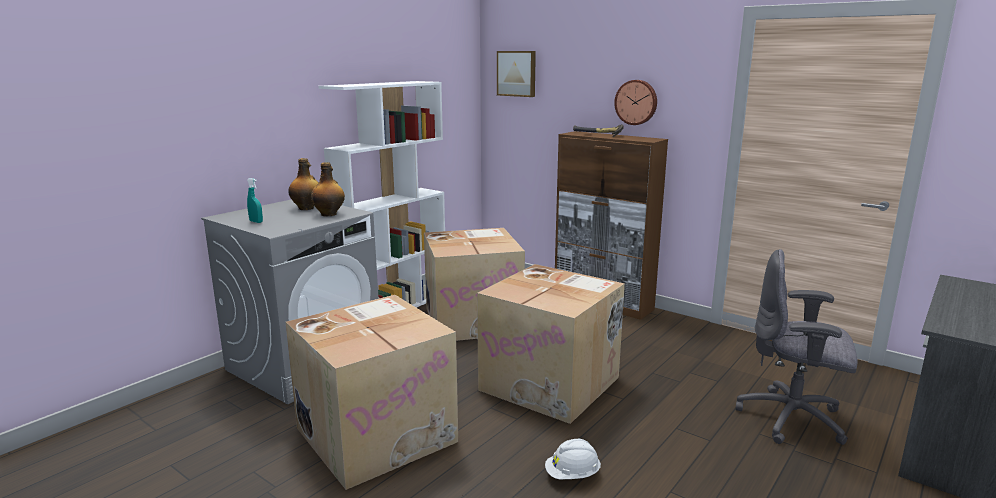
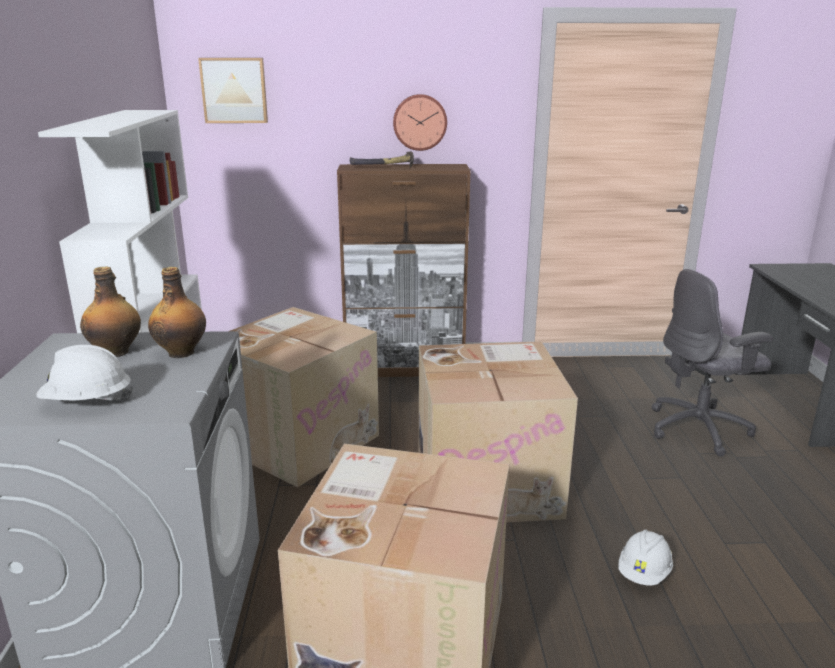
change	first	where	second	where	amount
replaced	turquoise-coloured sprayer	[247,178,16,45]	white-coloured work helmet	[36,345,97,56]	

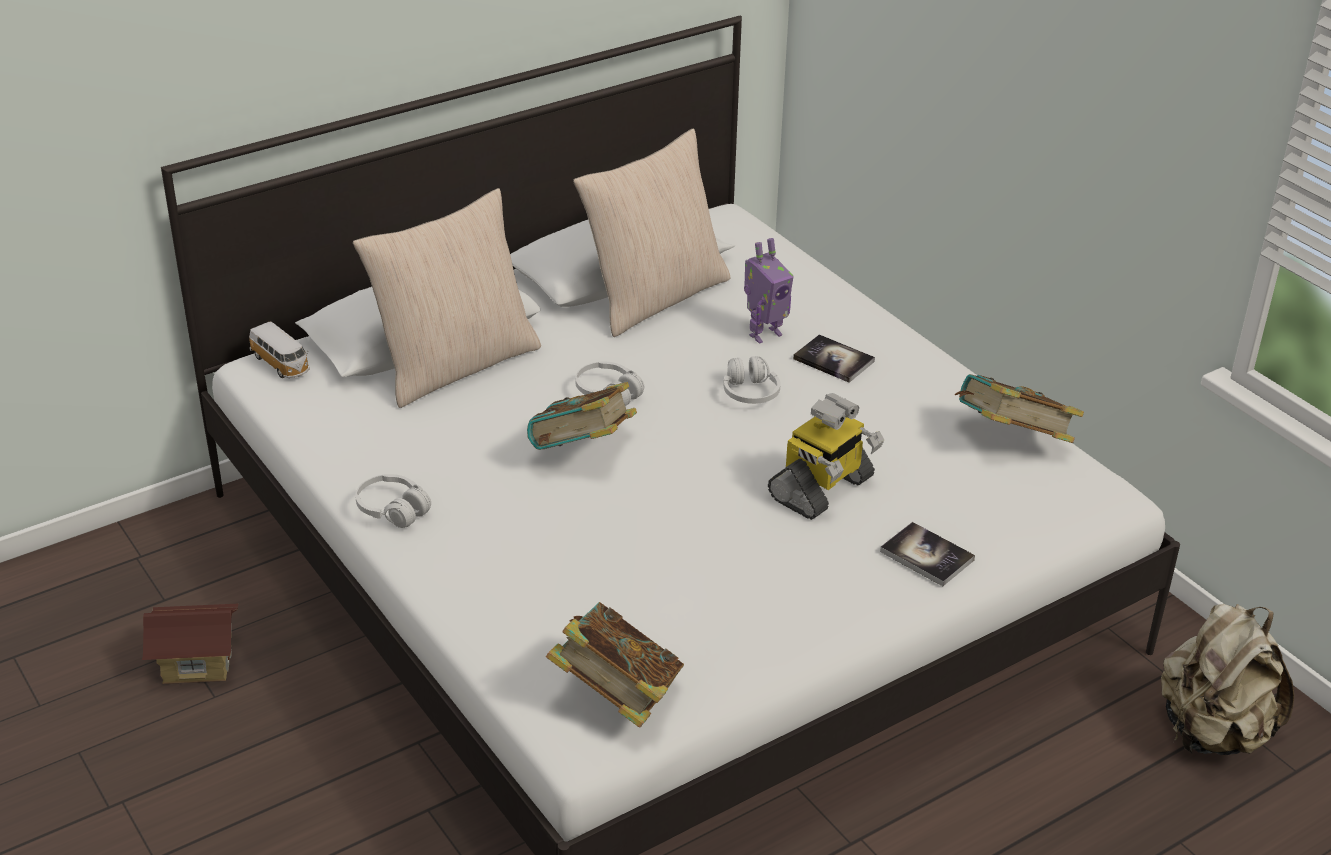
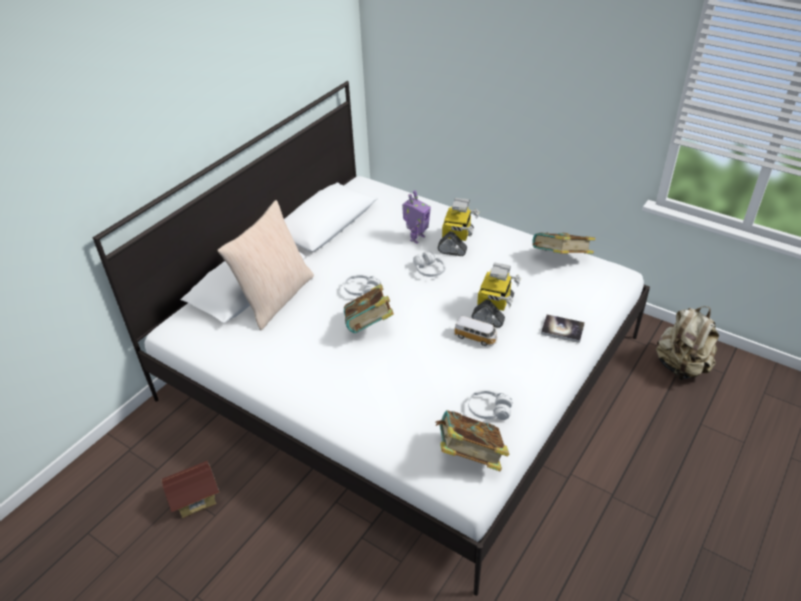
change	first	where	second	where	amount
removed	sand-coloured pillow	[573,129,158,208]			
moved	miniature car	[249,322,61,56]		[454,316,44,30]	
moved	white-coloured headset	[355,474,76,54]		[468,389,45,31]	
replaced	volume	[793,334,82,49]	robot figure	[437,198,42,58]	

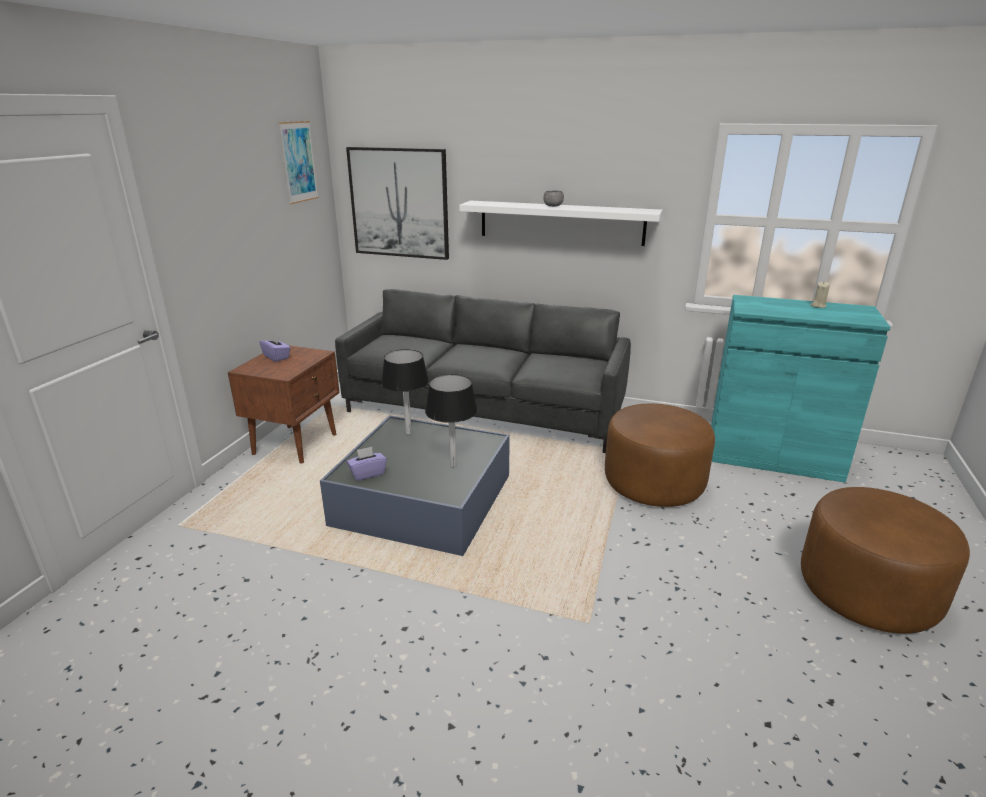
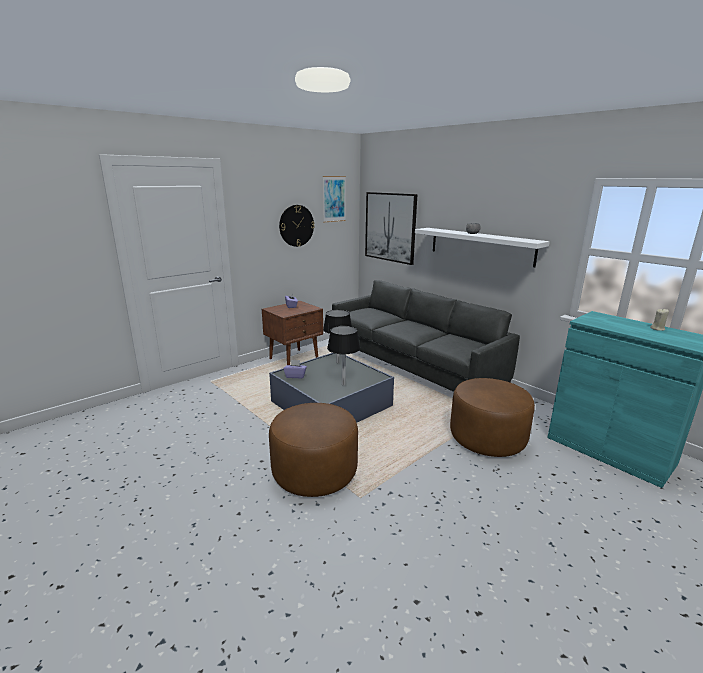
change	first	where	second	where	amount
added			hanging clock	[279,205,36,42]	
moved	brownish pouffe	[801,487,169,147]		[269,403,89,94]	

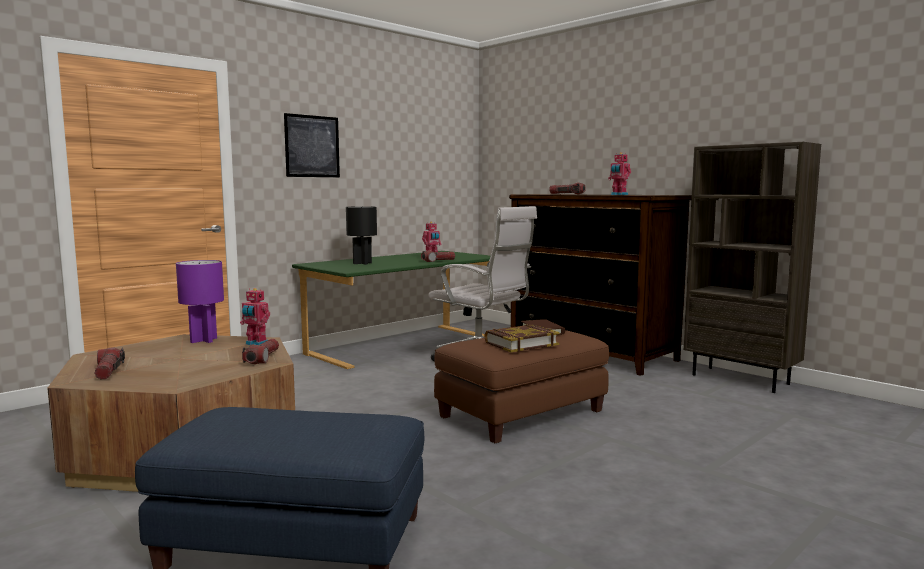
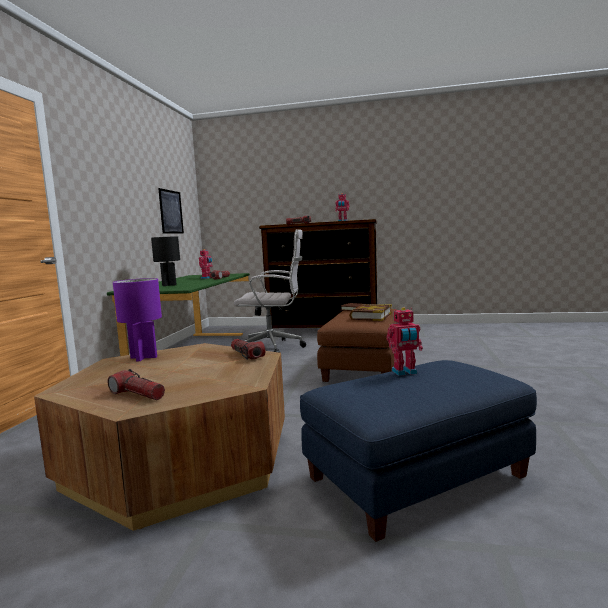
change	first	where	second	where	amount
removed	brownish bookcase	[684,142,137,251]			
moved	robot figure	[240,288,30,57]		[386,307,37,69]	
moved	wall art	[284,113,56,64]		[158,188,26,46]	

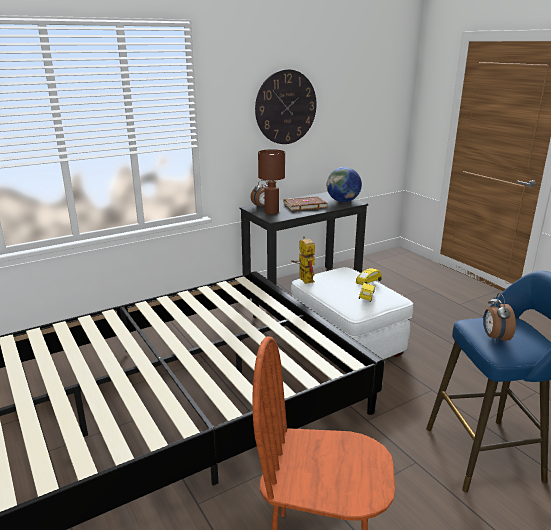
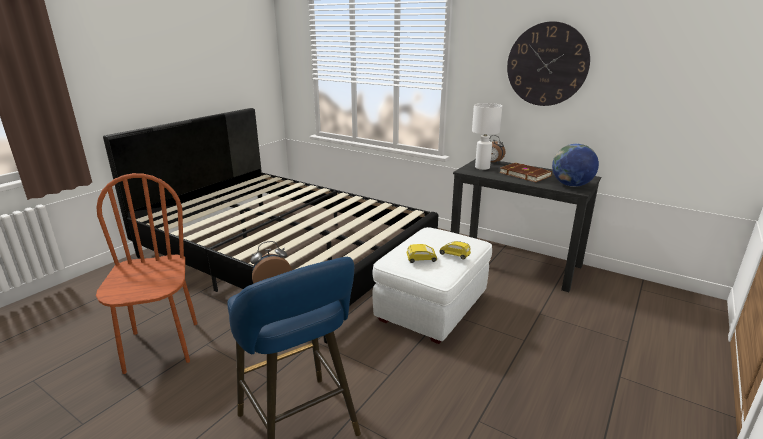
change	first	where	second	where	amount
removed	robot figure	[291,236,24,48]			
recoloured	brownish lamp for a table	[258,149,27,65]	white-coloured lamp for a table	[472,103,30,67]	

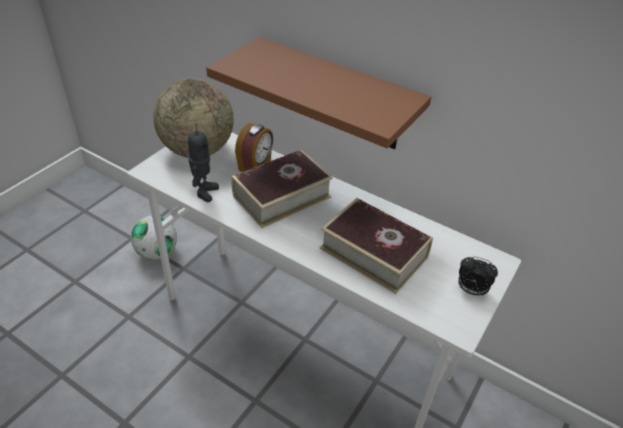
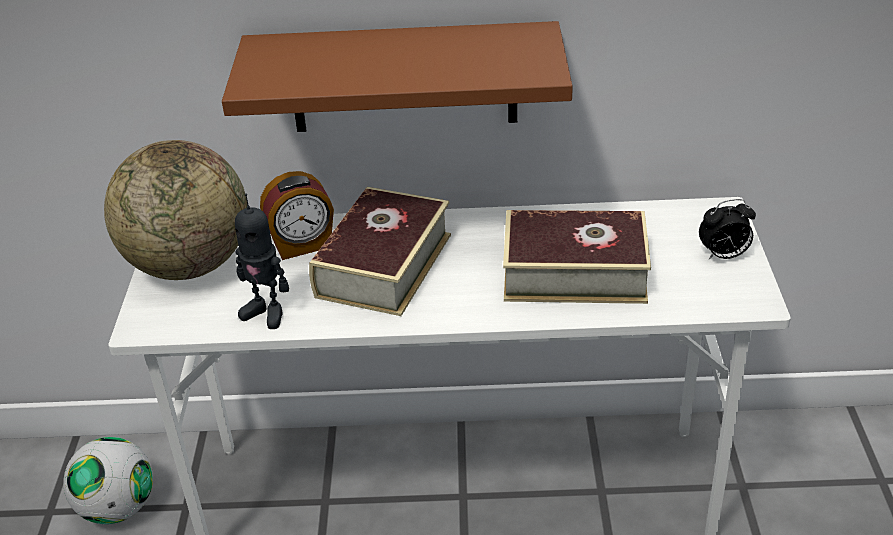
change	first	where	second	where	amount
turned	robot figure	[188,124,31,78]		[235,194,54,135]	135 degrees clockwise
turned	table clock	[235,123,38,49]		[260,171,74,89]	75 degrees clockwise

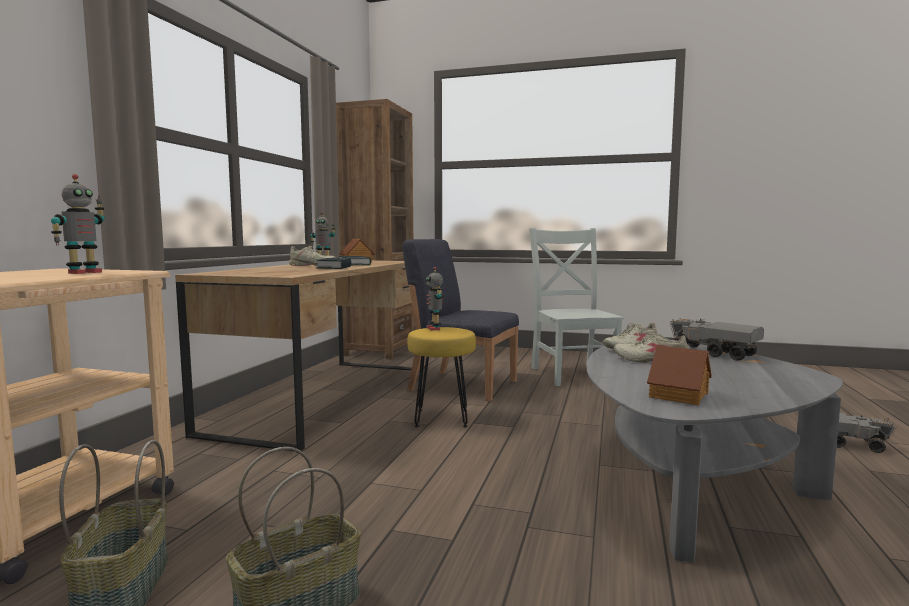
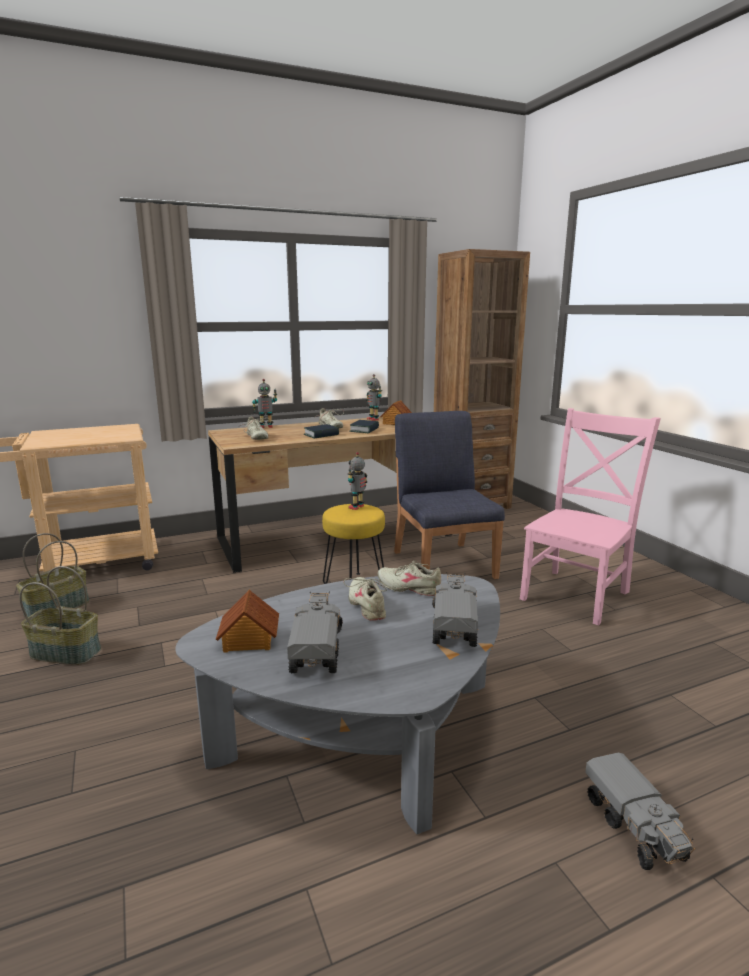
change	first	where	second	where	amount
added			sand-coloured low shoe	[240,417,31,23]	
added			toy truck	[287,591,56,82]	
moved	robot figure	[51,174,54,100]		[252,379,25,49]	
recoloured	grey chair	[529,228,95,158]	pinkish chair	[520,408,141,217]	

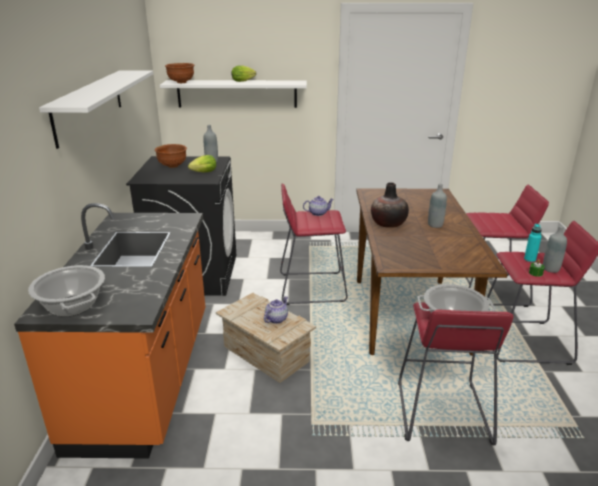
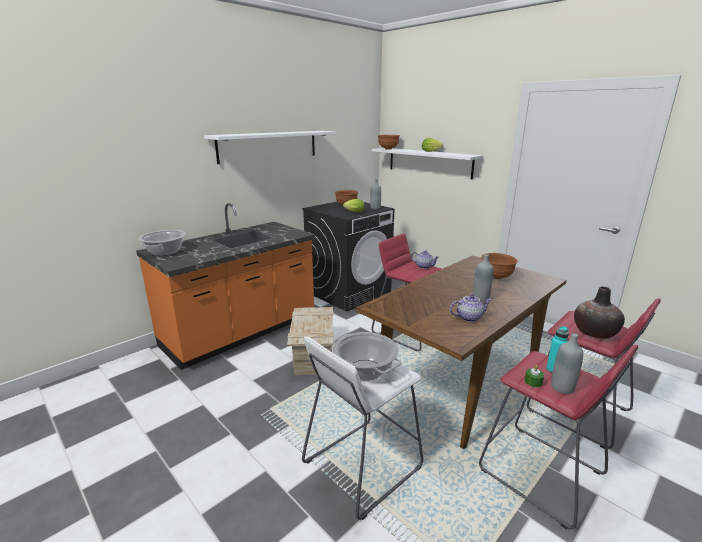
change	first	where	second	where	amount
added			brownish deep dish	[481,253,37,26]	
moved	tea pot	[264,296,24,28]		[450,295,41,27]	
moved	flower vase	[371,182,38,46]		[574,287,51,52]	
recoloured	red-coloured sitting stool	[398,302,115,143]	white-coloured sitting stool	[302,336,121,184]	

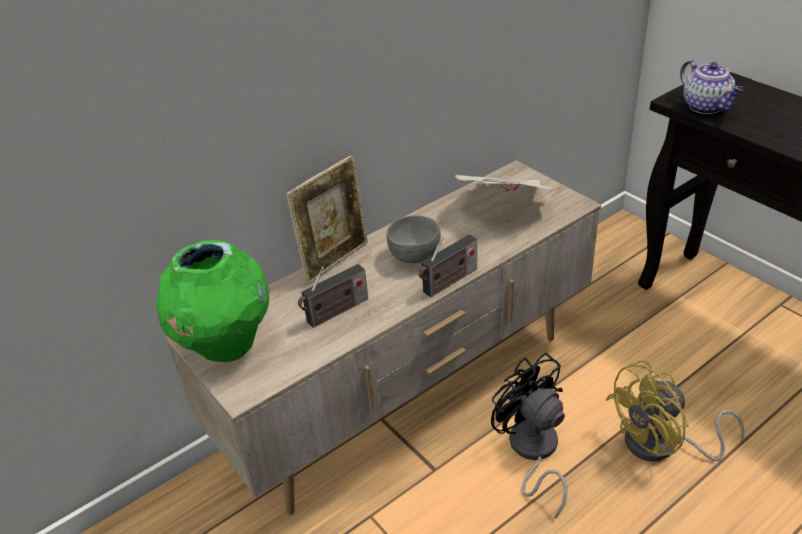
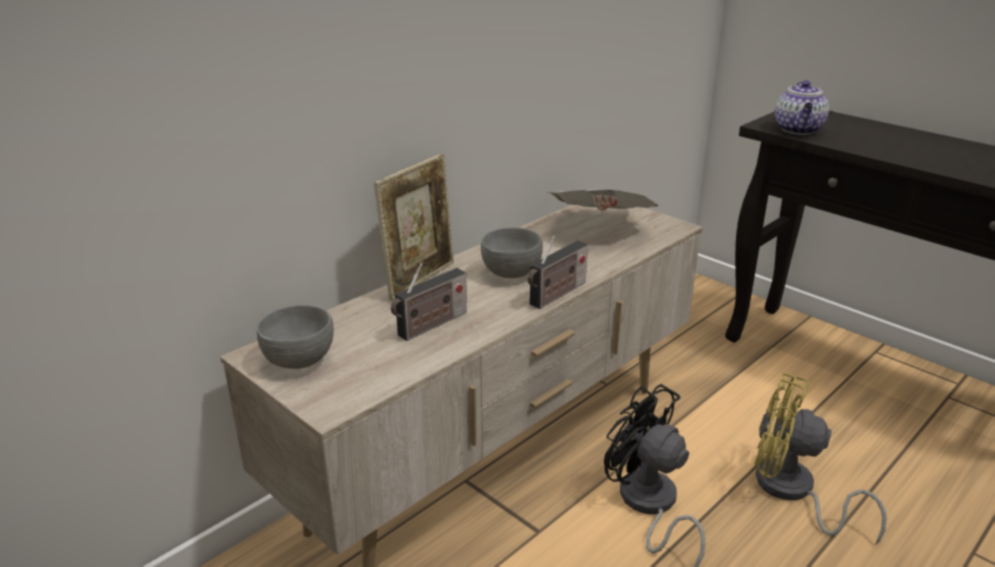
change	first	where	second	where	amount
replaced	green-coloured flower vase	[156,240,113,122]	grey deep dish	[257,305,77,64]	
turned	yellow-coloured cooling fan	[605,360,139,102]		[755,372,132,173]	60 degrees clockwise
turned	tea pot	[680,60,64,54]		[775,80,54,55]	45 degrees clockwise

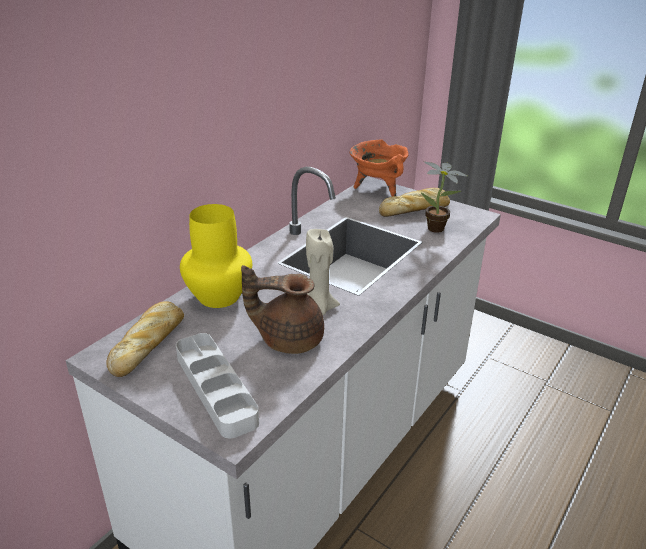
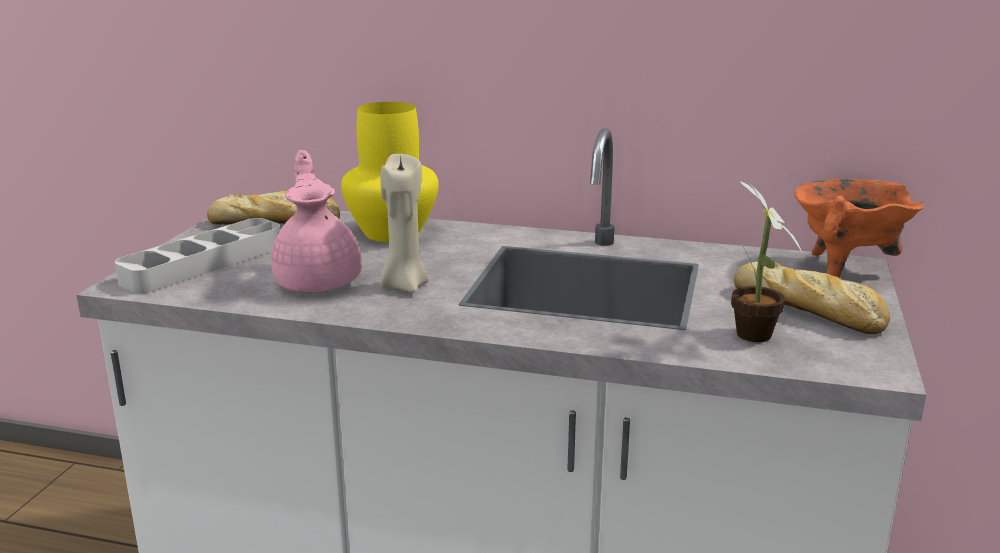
change	first	where	second	where	amount
recoloured	brownish tea pot	[241,265,83,89]	pinkish tea pot	[271,150,91,142]	

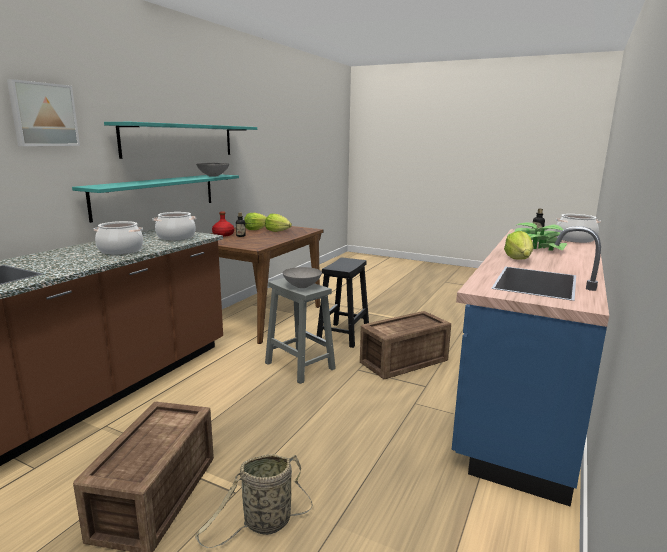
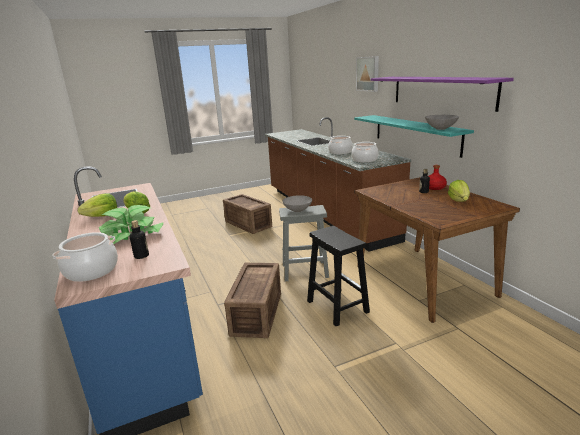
change	first	where	second	where	amount
removed	household basket	[195,454,118,94]			
moved	lettuce	[265,214,27,18]		[78,193,39,24]	
recoloured	turquoise-coloured shelf	[104,122,153,37]	purple shelf	[371,77,143,35]	

